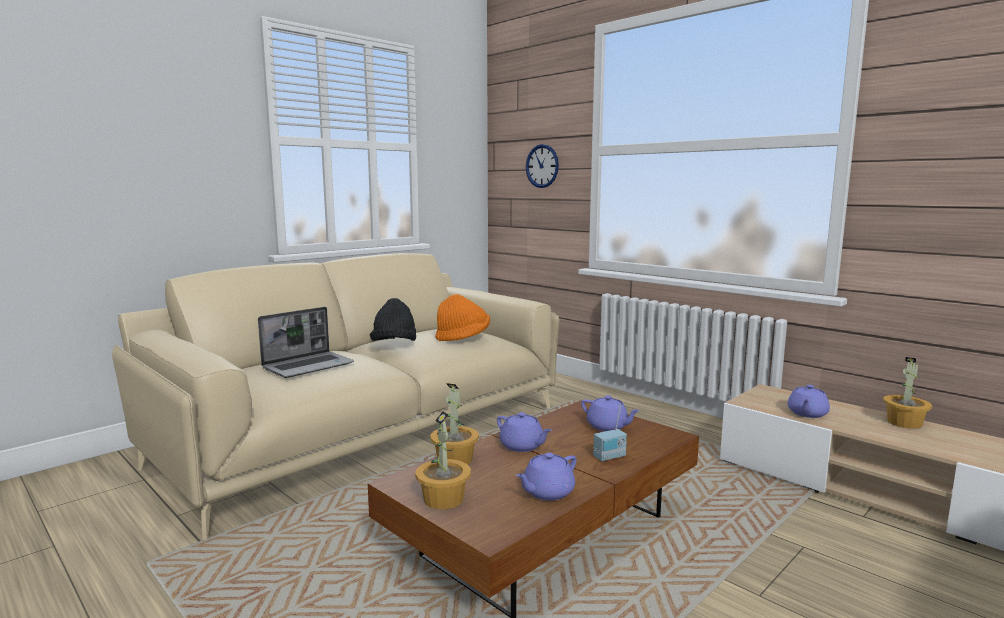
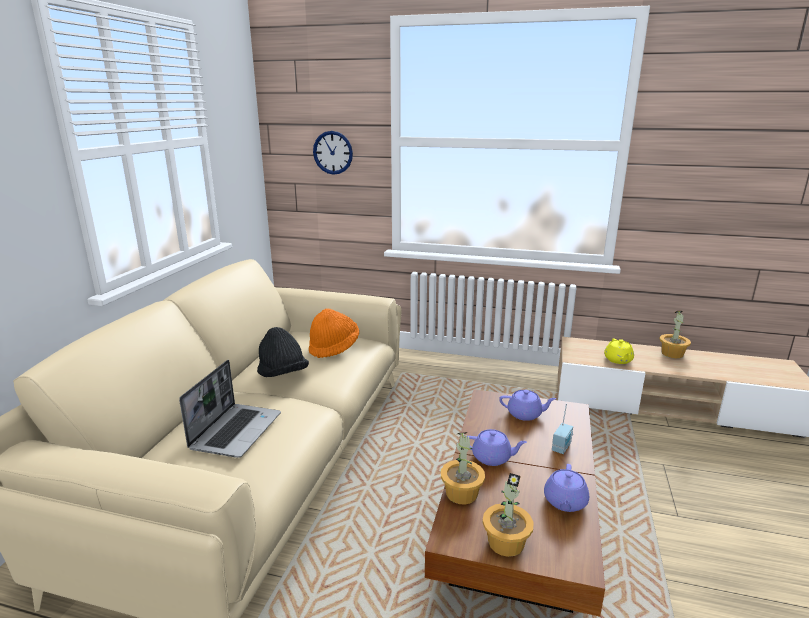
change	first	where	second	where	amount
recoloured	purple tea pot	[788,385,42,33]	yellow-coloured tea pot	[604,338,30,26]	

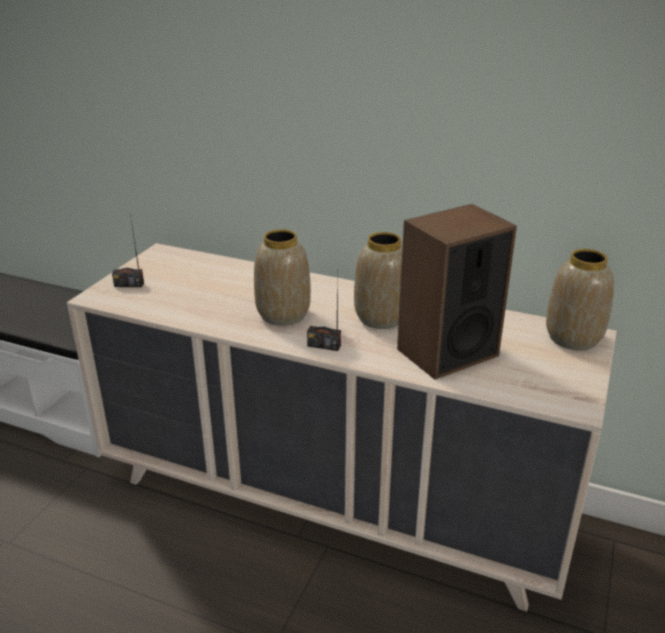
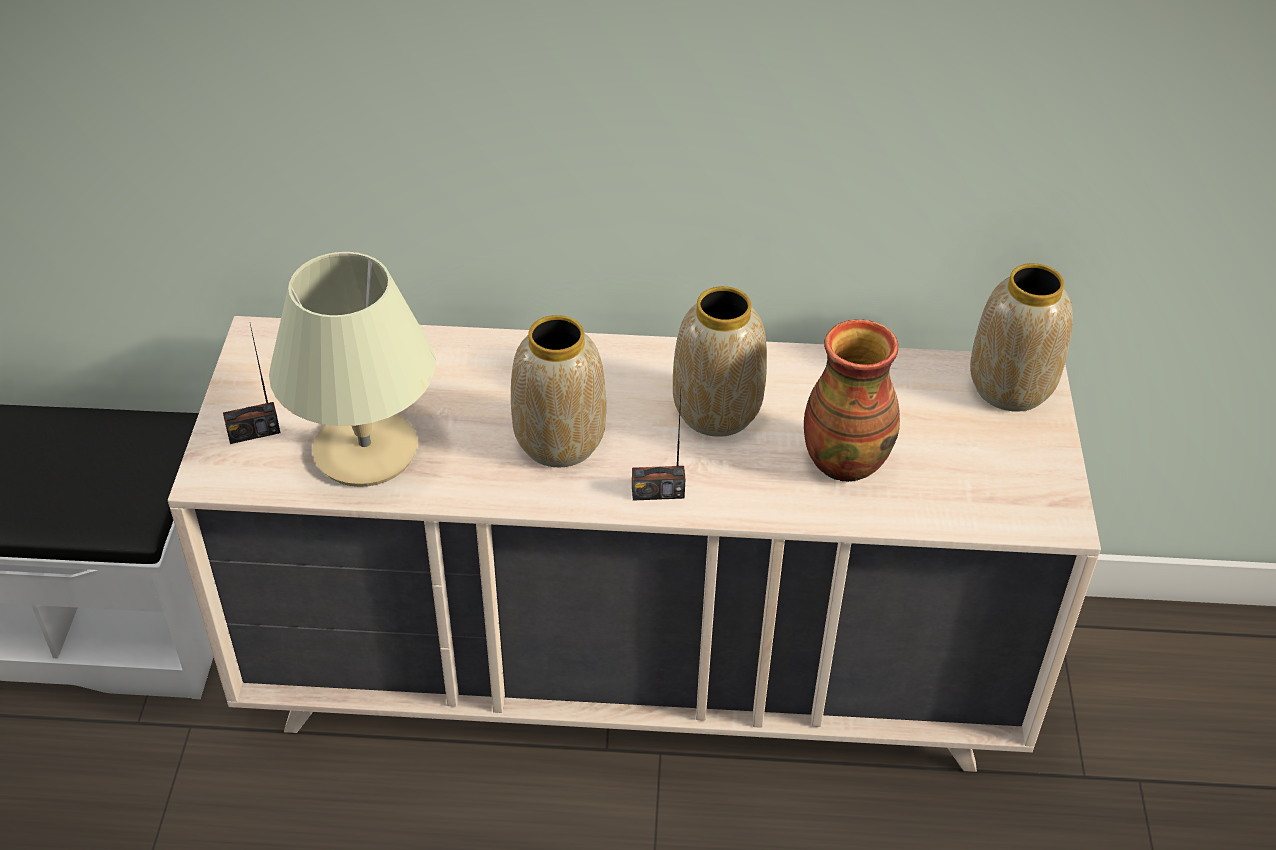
change	first	where	second	where	amount
added			sand-coloured lamp for a table	[269,252,167,235]	
replaced	loudspeaker	[397,204,120,176]	flower vase	[804,319,96,163]	

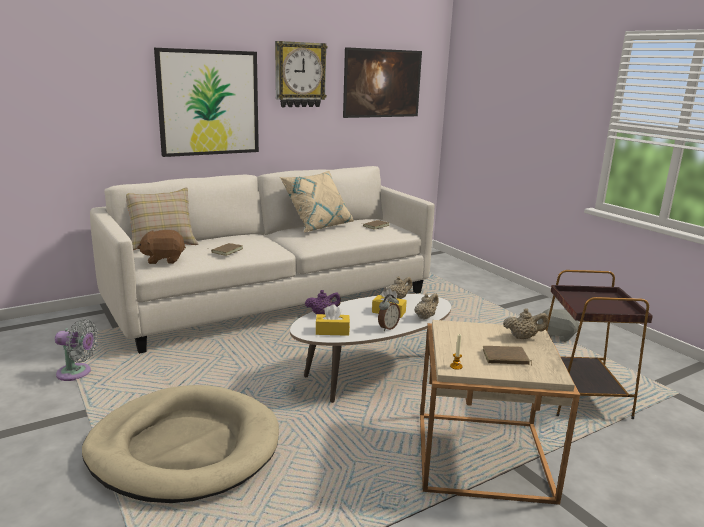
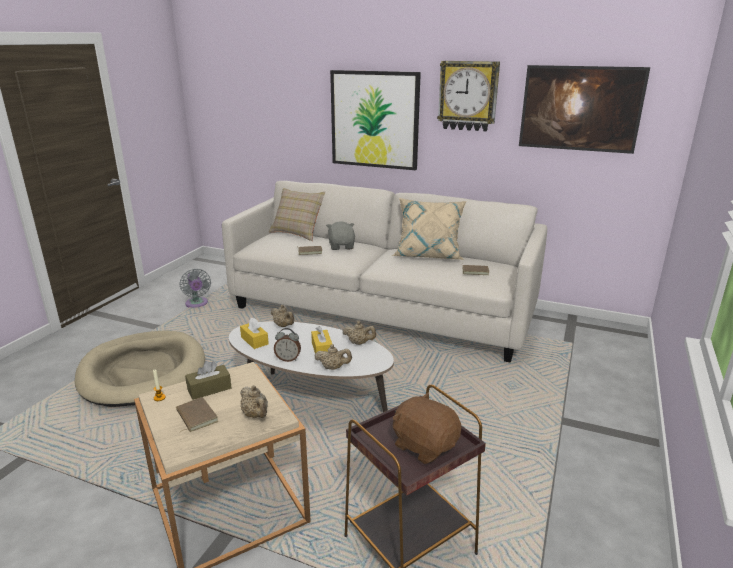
change	first	where	second	where	amount
added			brownish tissue box	[185,361,46,39]	
moved	brownish soft toy	[137,230,49,34]		[393,393,69,71]	
moved	grey soft toy	[537,308,42,34]		[326,221,29,29]	
recoloured	purple tea pot	[305,290,36,25]	sand-coloured tea pot	[271,305,23,22]	

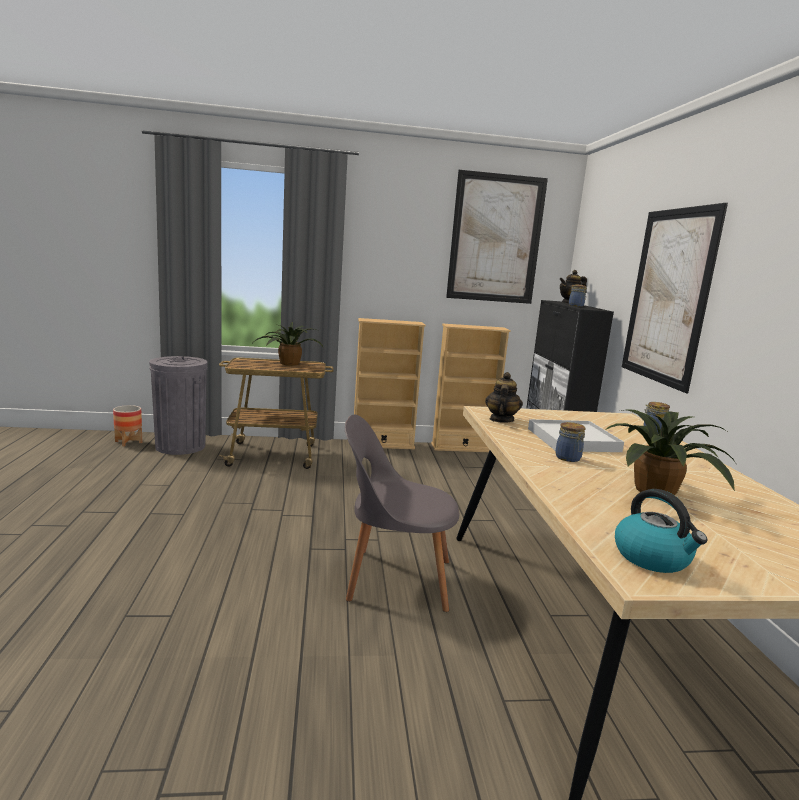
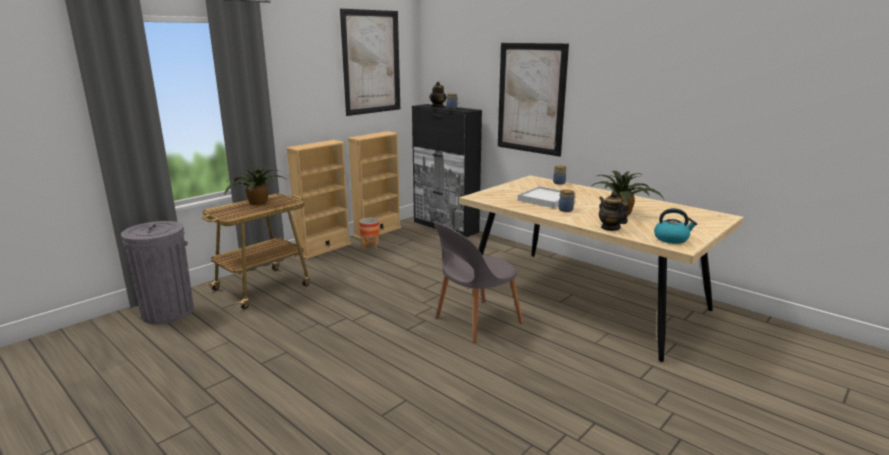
change	first	where	second	where	amount
moved	plant pot	[113,405,29,42]		[359,218,21,31]	
moved	tea pot	[485,372,38,51]		[599,192,29,39]	

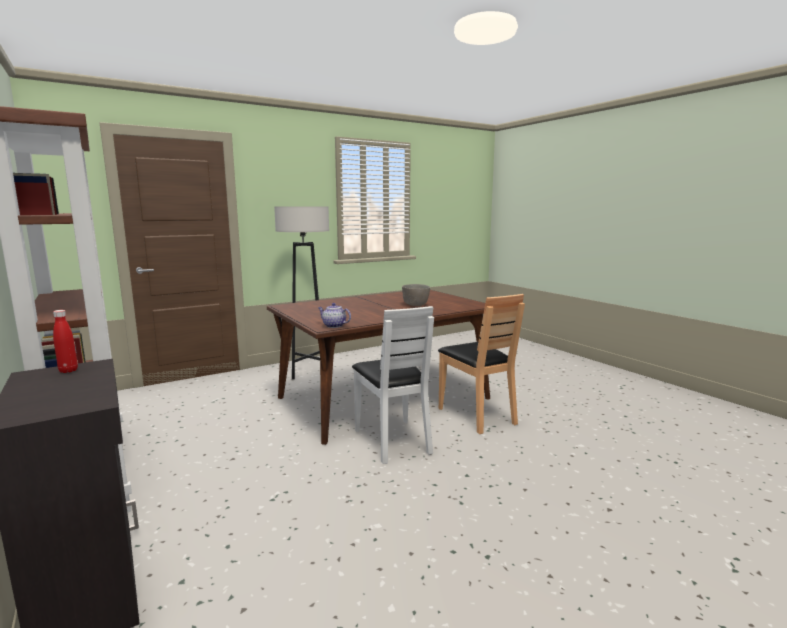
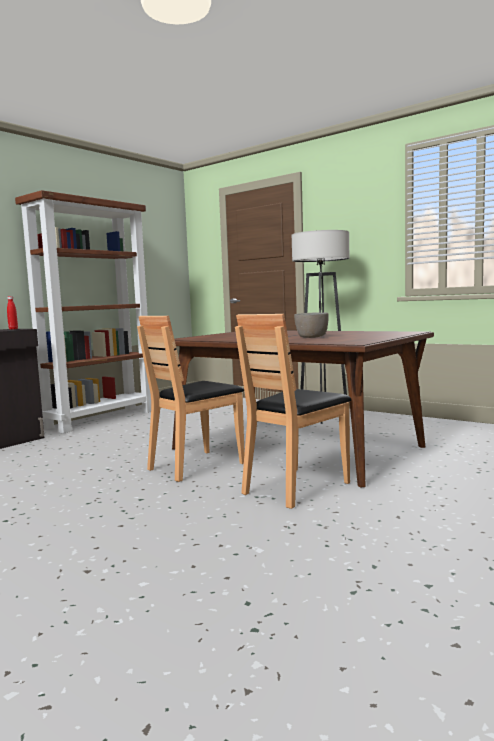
change	first	where	second	where	amount
removed	tea pot	[318,303,33,25]			
recoloured	white-coloured chair	[352,306,82,158]	brownish chair	[137,316,108,166]	

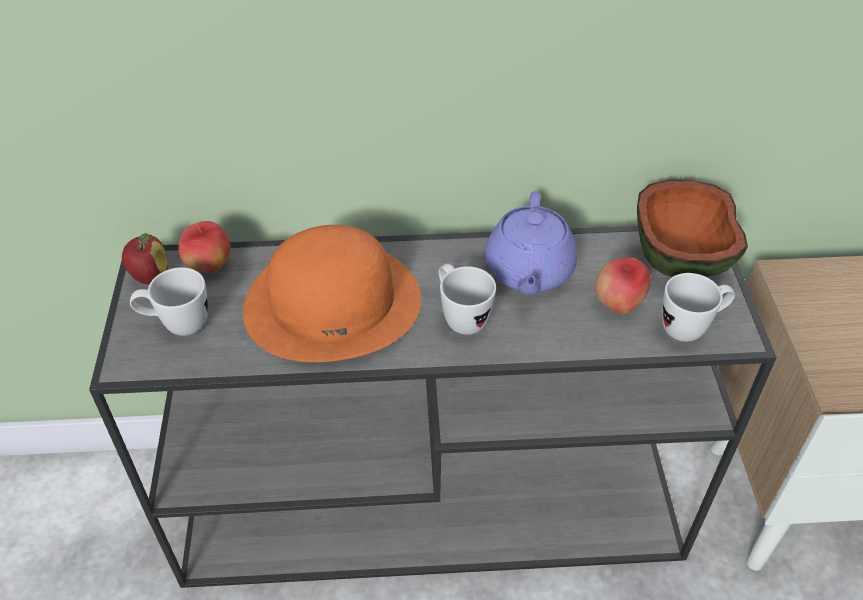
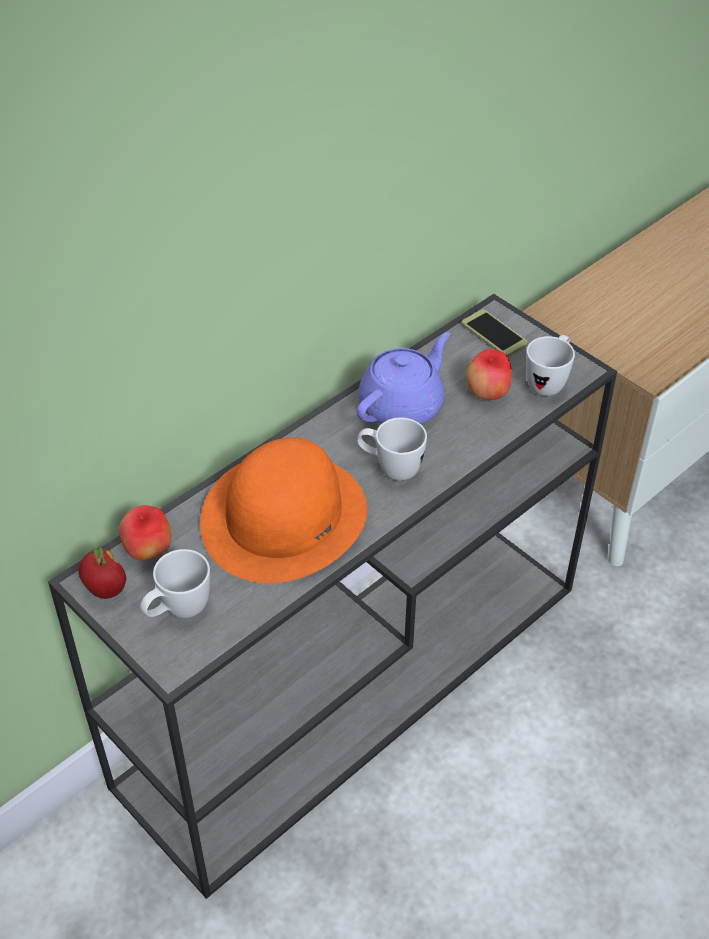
change	first	where	second	where	amount
replaced	deep dish	[637,180,111,97]	handset	[462,309,66,48]	
turned	purple tea pot	[485,191,92,104]		[357,332,93,93]	105 degrees counterclockwise

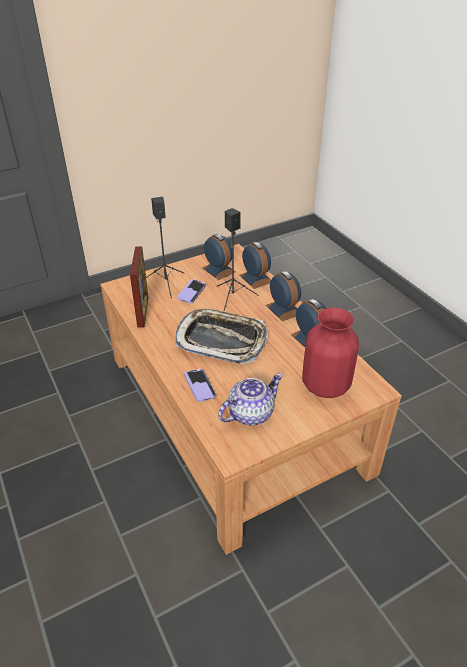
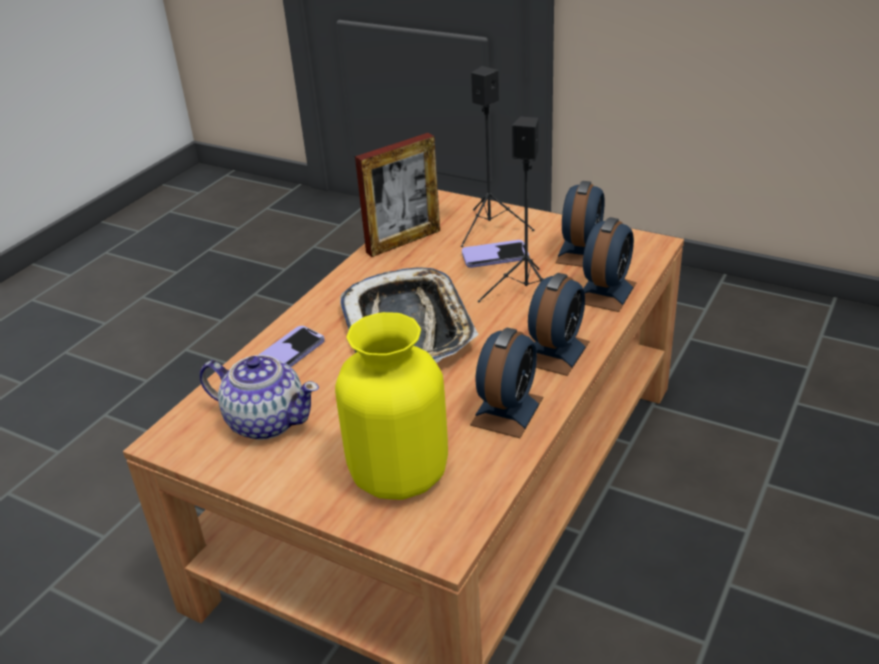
change	first	where	second	where	amount
recoloured	red-coloured flower vase	[302,307,57,91]	yellow-coloured flower vase	[335,312,113,188]	

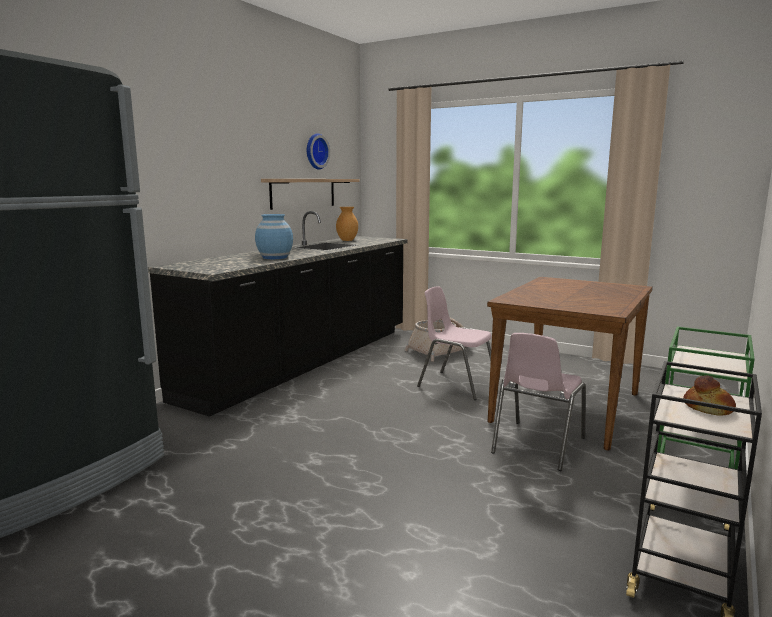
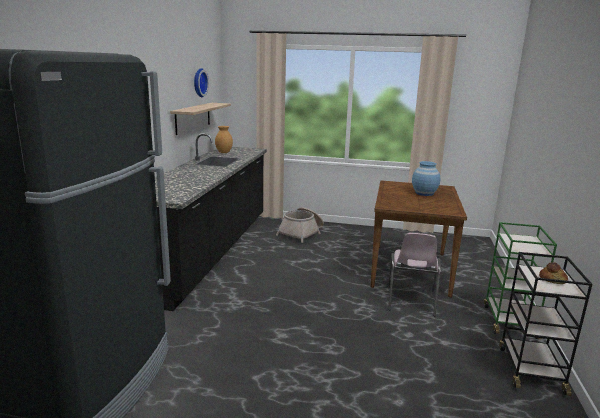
change	first	where	second	where	amount
removed	pinkish chair	[417,286,75,114]			
moved	blue-coloured flower vase	[255,214,38,45]		[412,161,28,35]	

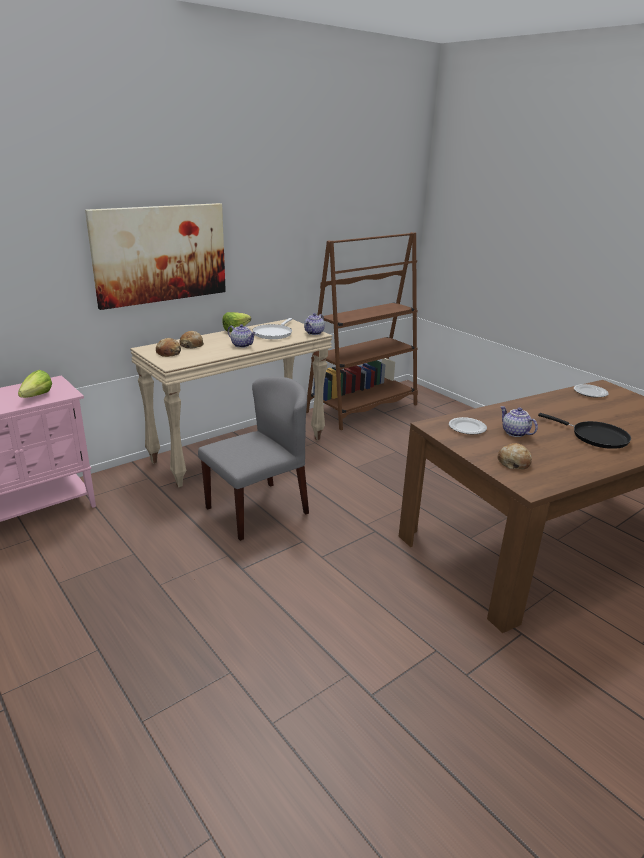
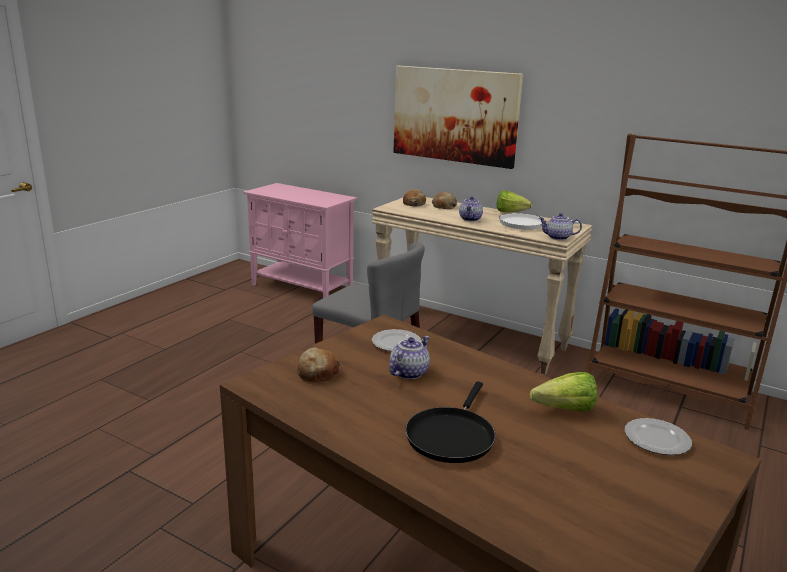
change	first	where	second	where	amount
moved	lettuce	[18,370,34,28]		[530,372,67,40]	

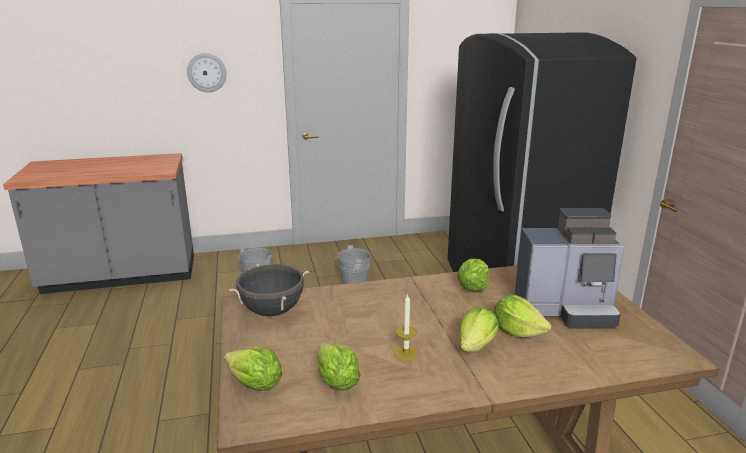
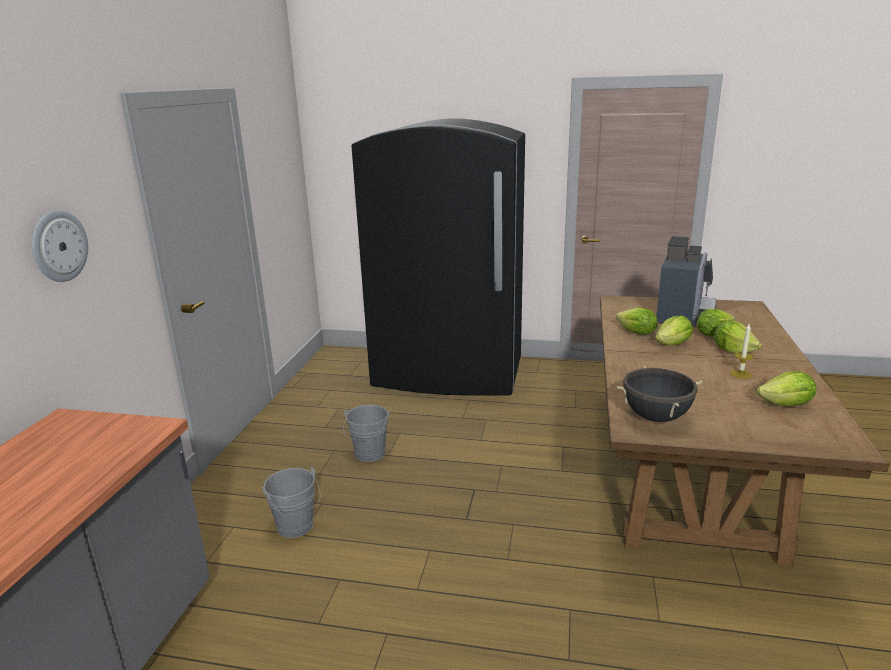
change	first	where	second	where	amount
moved	lettuce	[224,347,58,44]		[655,316,38,29]	

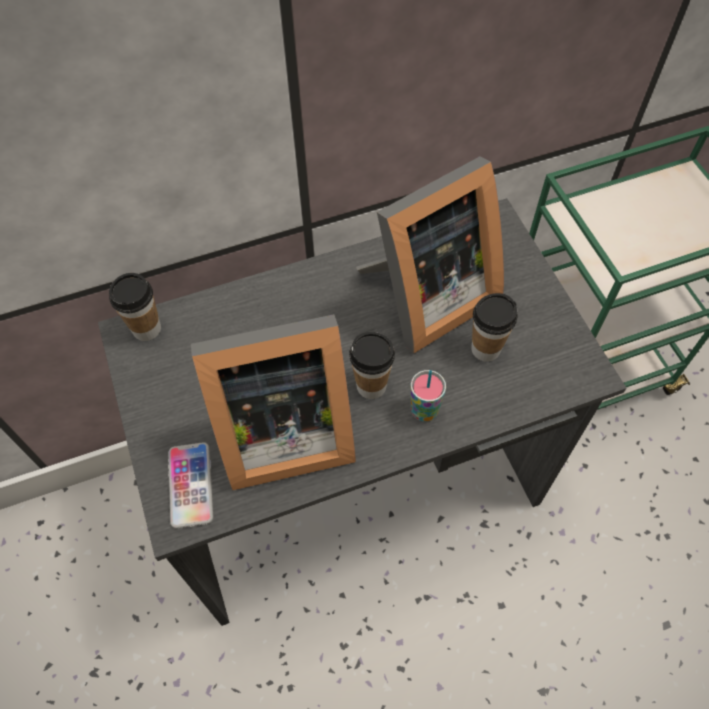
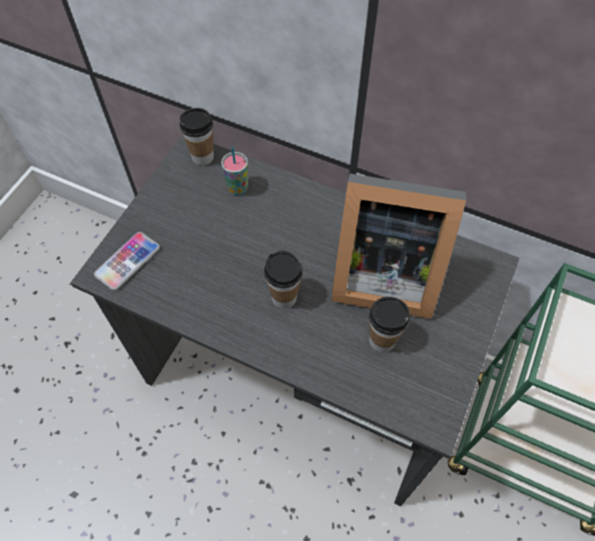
change	first	where	second	where	amount
removed	standing frame	[191,314,165,177]			
moved	drinking cup	[410,370,36,52]		[221,147,27,48]	

